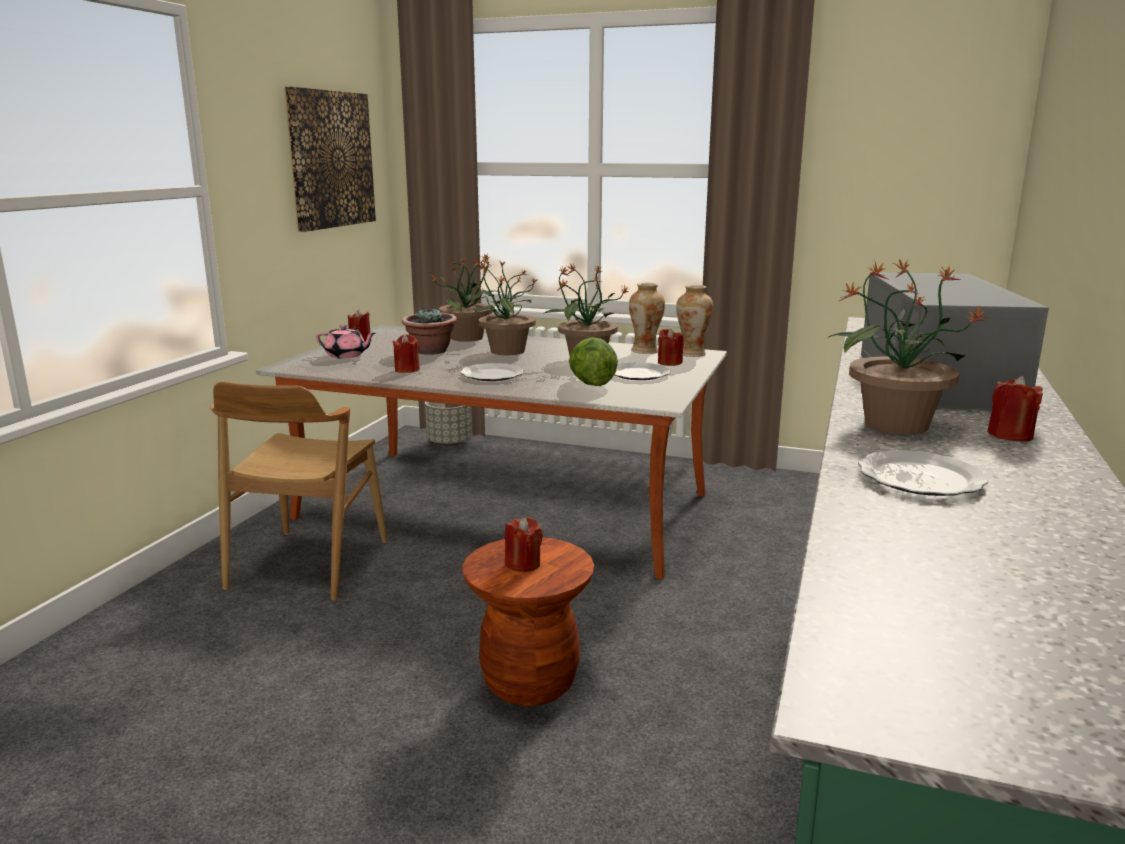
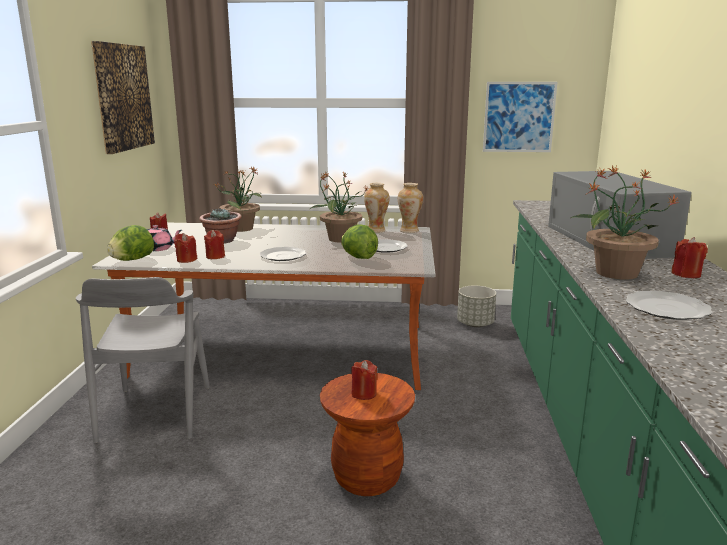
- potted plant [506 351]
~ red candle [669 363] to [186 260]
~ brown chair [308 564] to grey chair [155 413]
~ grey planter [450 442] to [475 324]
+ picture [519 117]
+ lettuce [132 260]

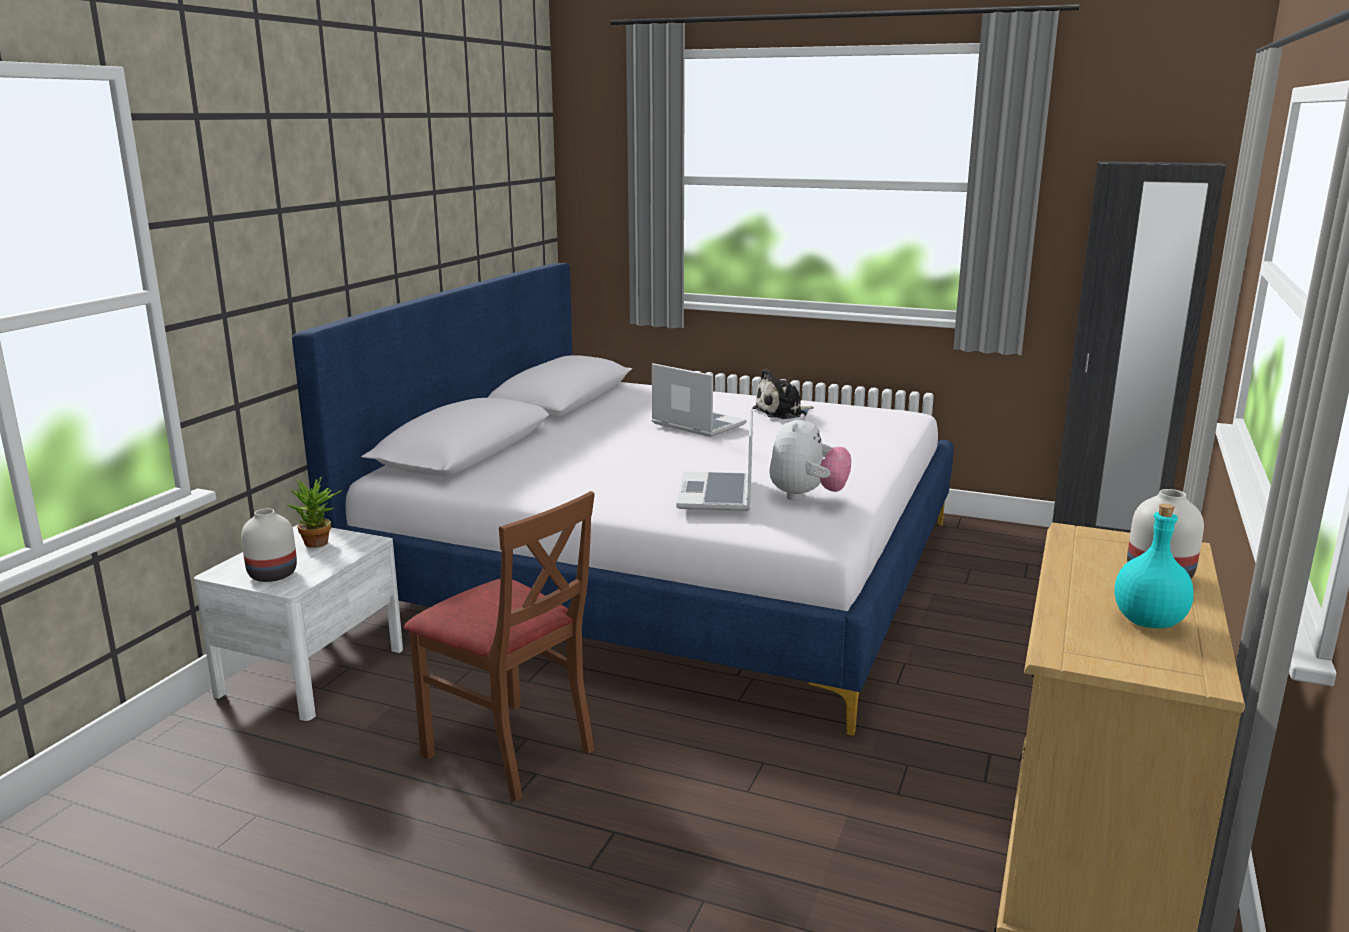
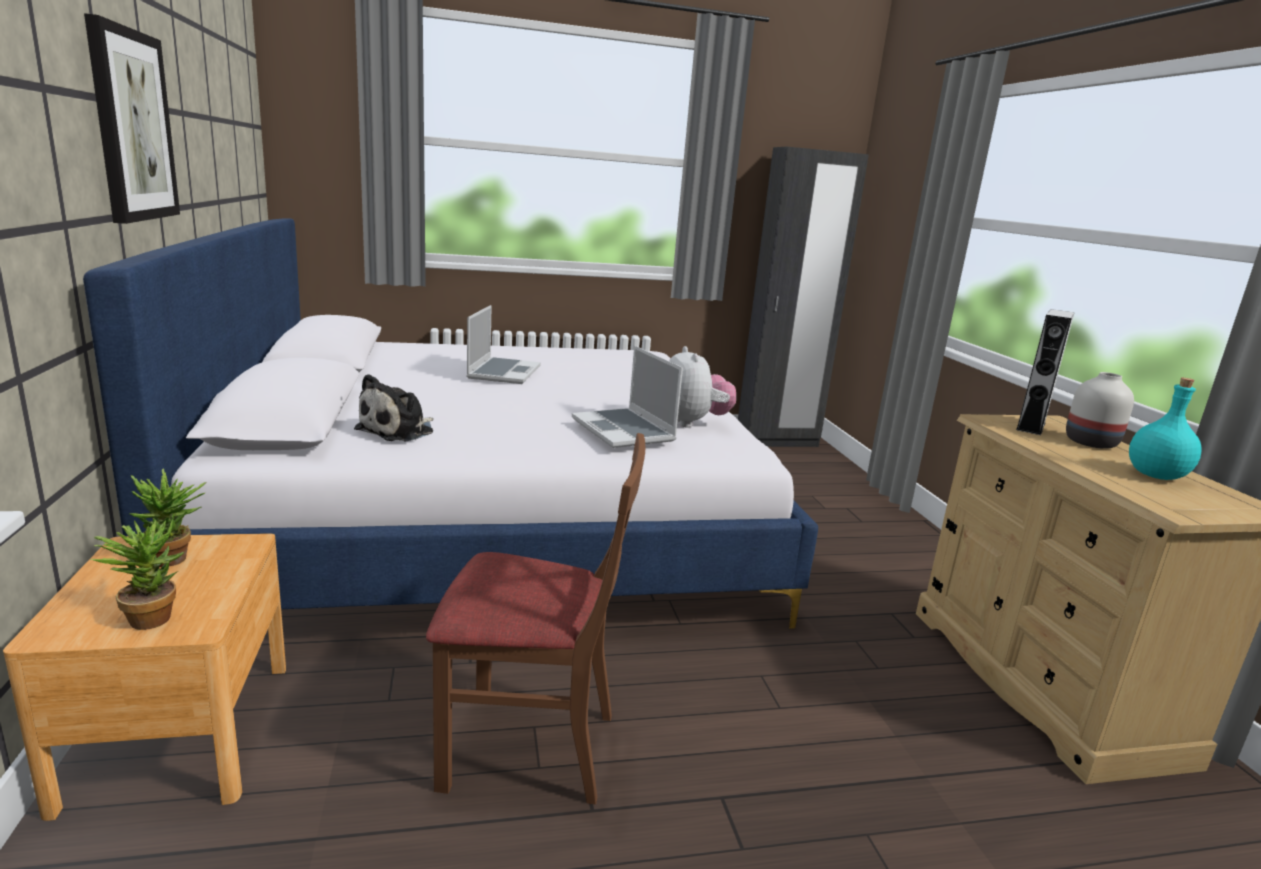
~ laptop [696 424] = [503 372] 90 degrees clockwise
~ plush toy [783 412] to [399 430]
~ white vase [274 575] to potted plant [150 616]
~ white nightstand [312 671] to brown nightstand [180 732]
+ picture [132 126]
+ grey speaker [1031 426]

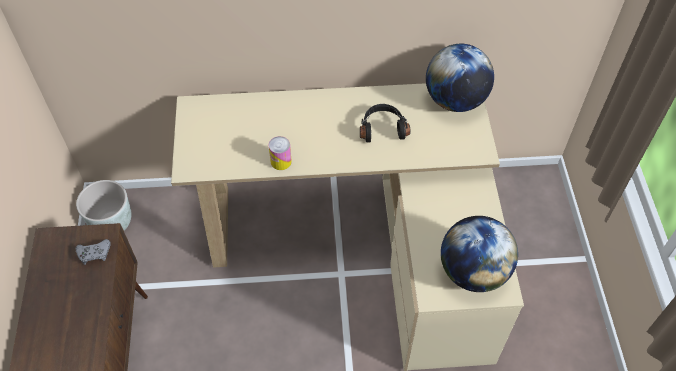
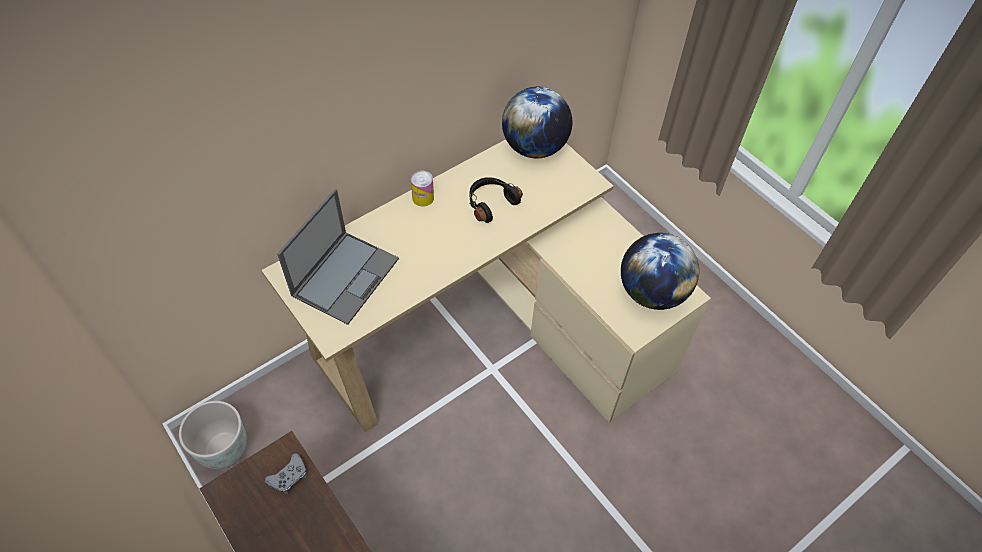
~ can [281 161] to [423 198]
+ laptop [346 276]

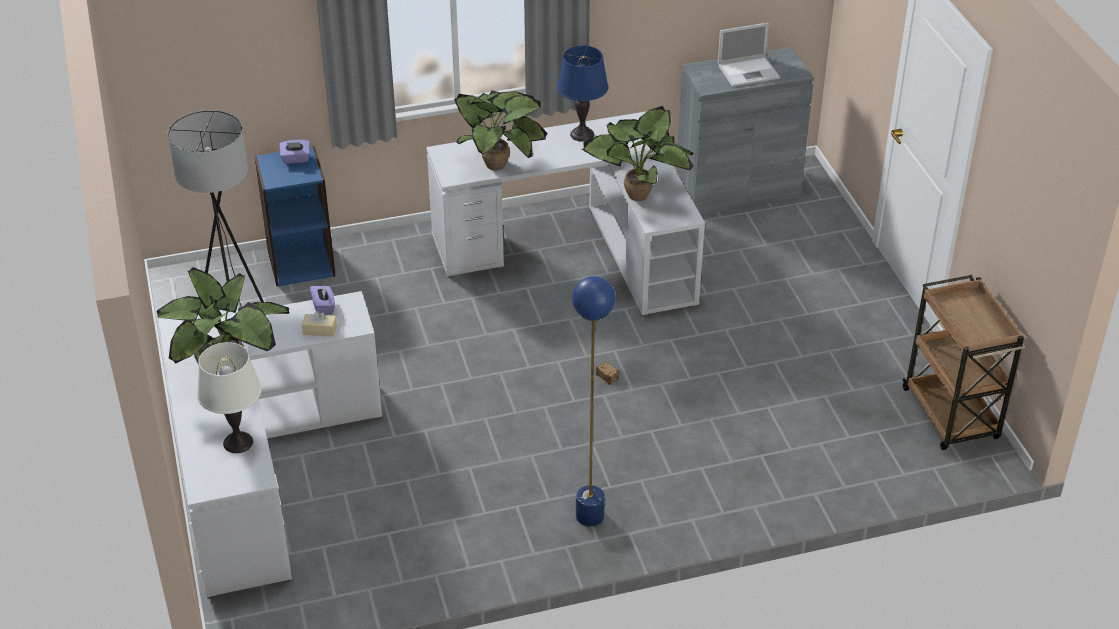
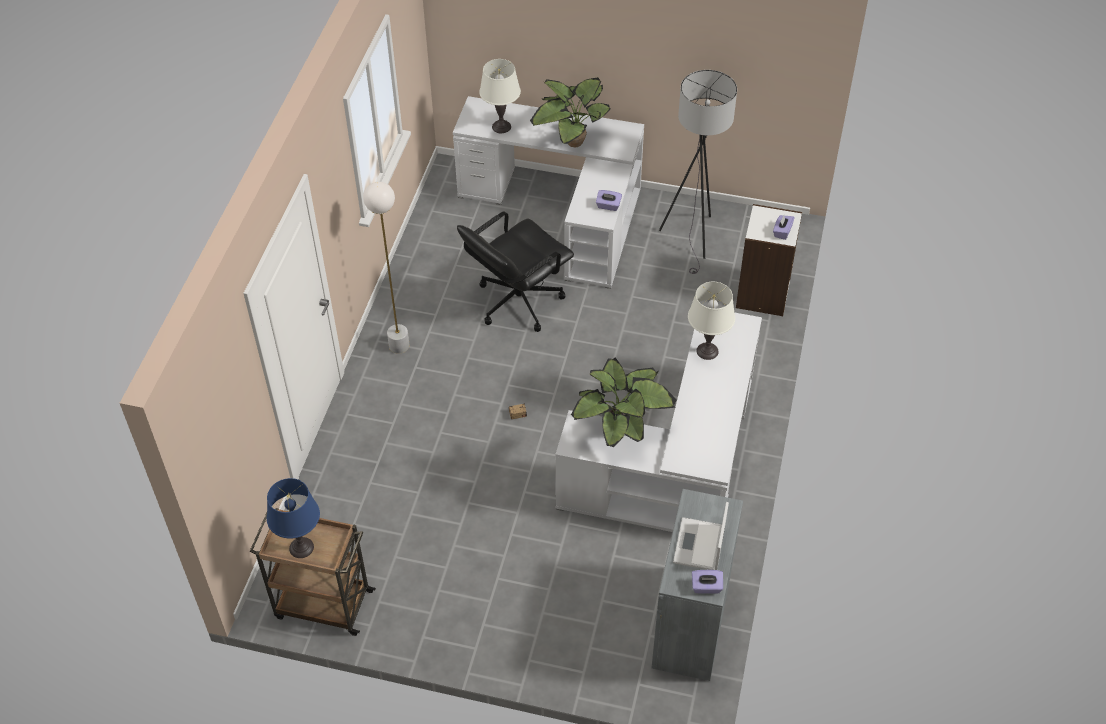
~ blue table lamp [582 134] to [301 547]
~ potted plant [500 165] to white table lamp [707 351]
~ blue bookcase [301 263] to white bookcase [763 294]
~ blue floor lamp [589 516] to white floor lamp [399 345]
- beige tissue box [320 330]
+ black office chair [517 301]
+ purple tissue box [706 587]

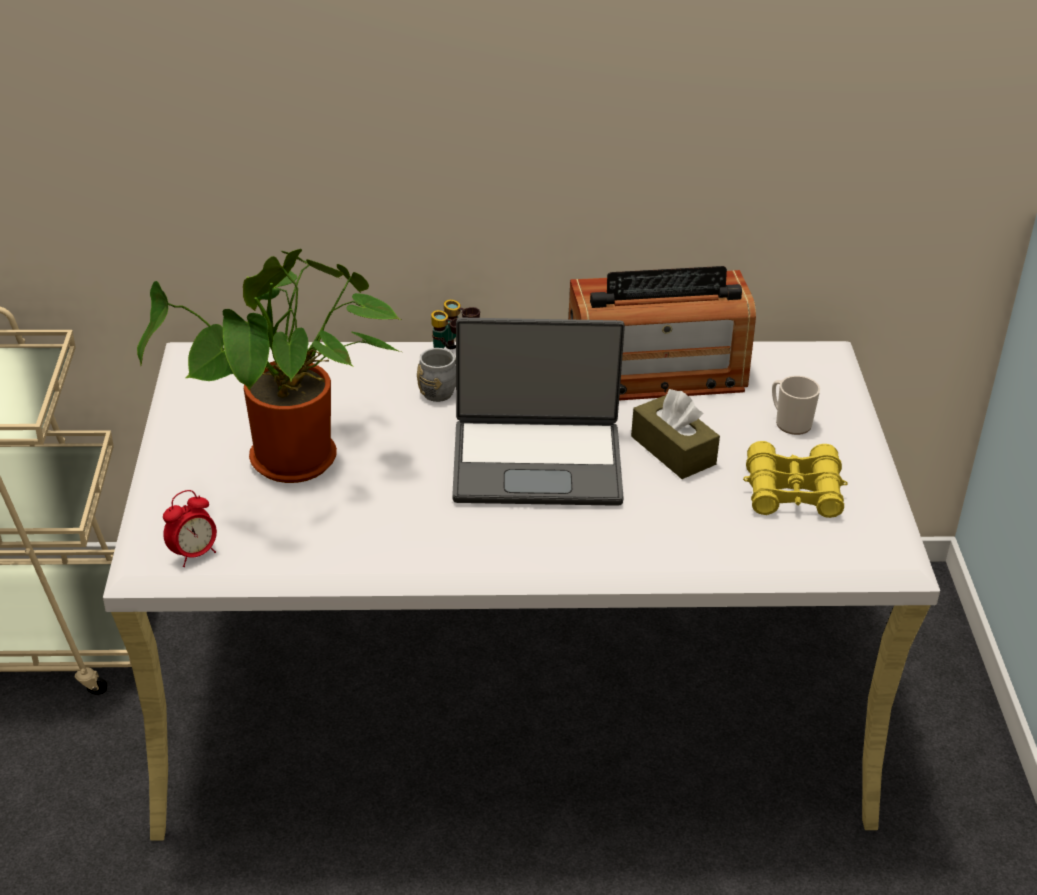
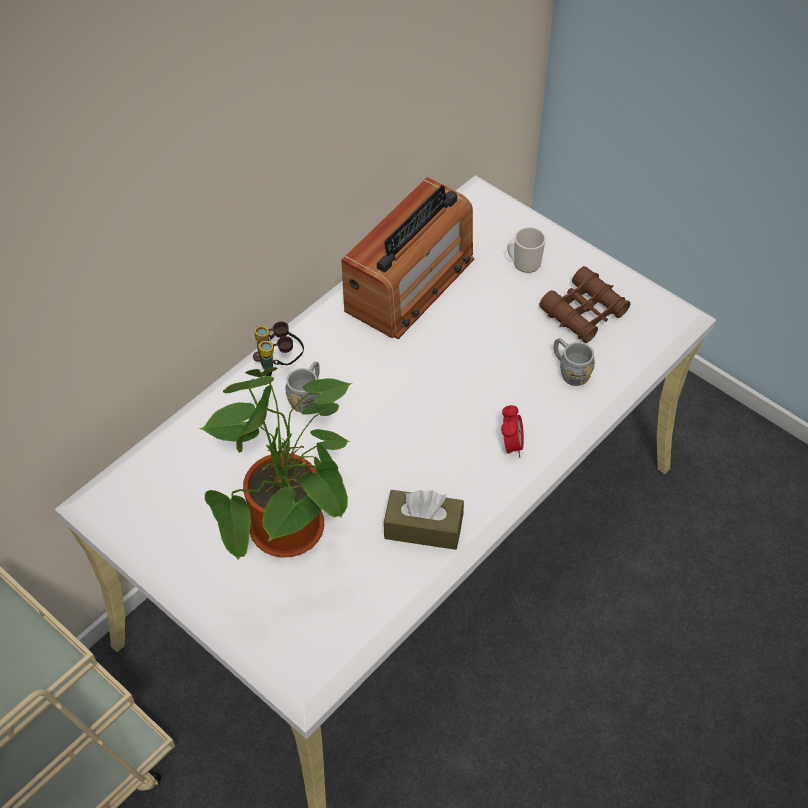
- laptop [537 462]
~ brown tissue box [673 450] to [423 528]
~ yellow binoculars [793 492] to brown binoculars [584 312]
~ alarm clock [194 554] to [511 446]
+ grey mug [569 371]

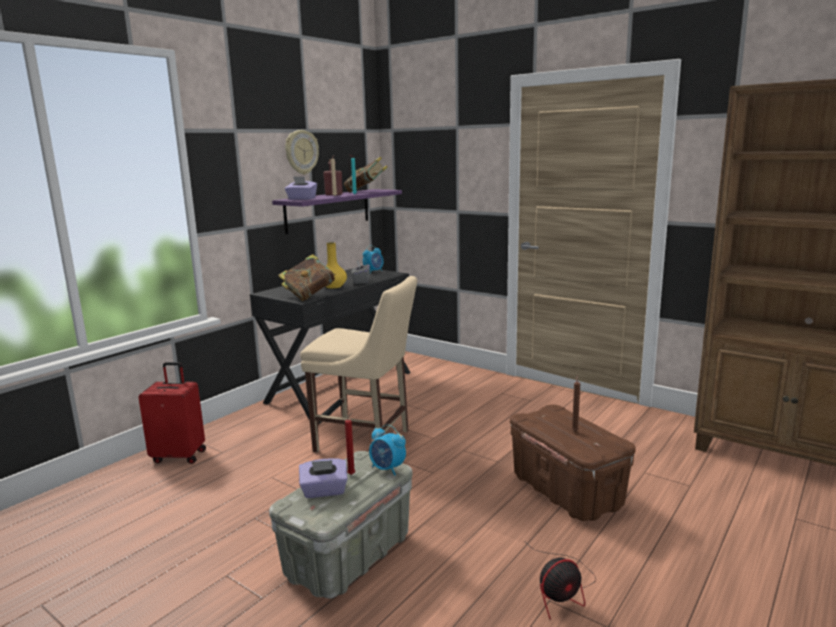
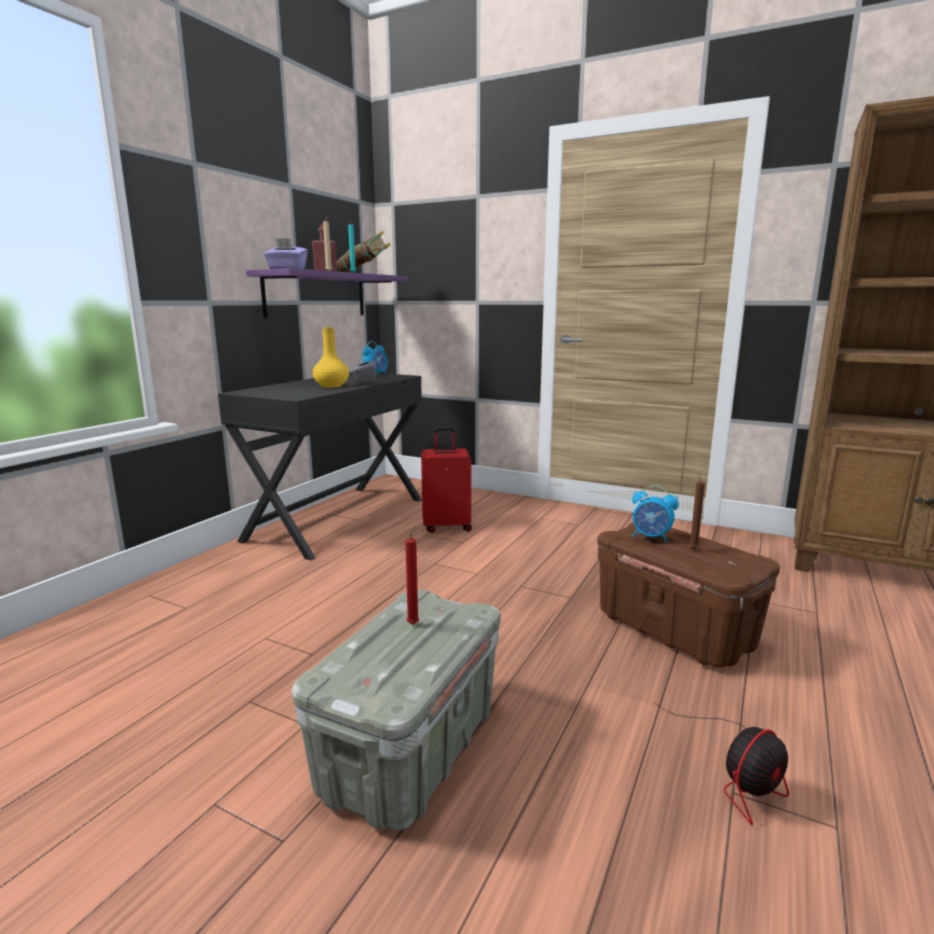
- wall clock [301 152]
- book [309 296]
- beige chair [366 441]
~ red suitcase [179 456] to [447 526]
~ alarm clock [387 469] to [651 537]
- purple tissue box [324 491]

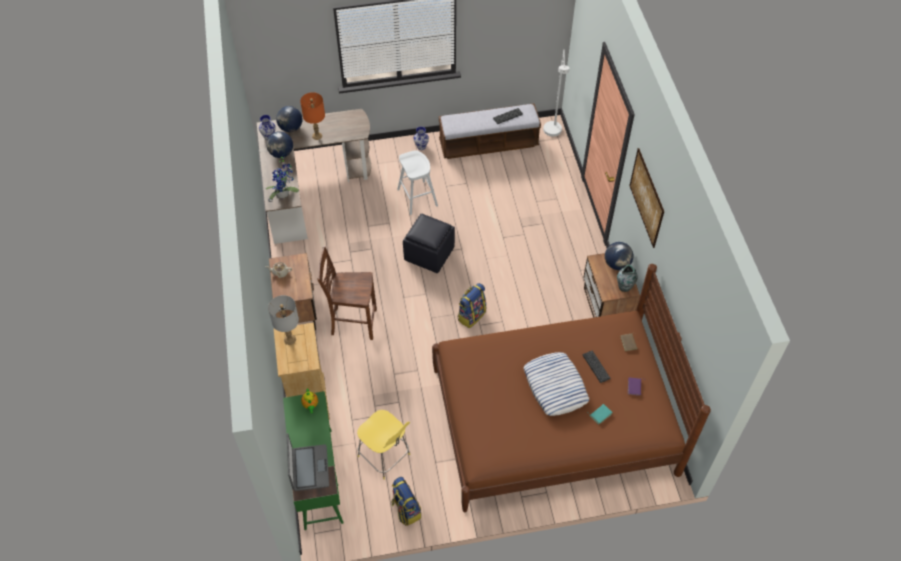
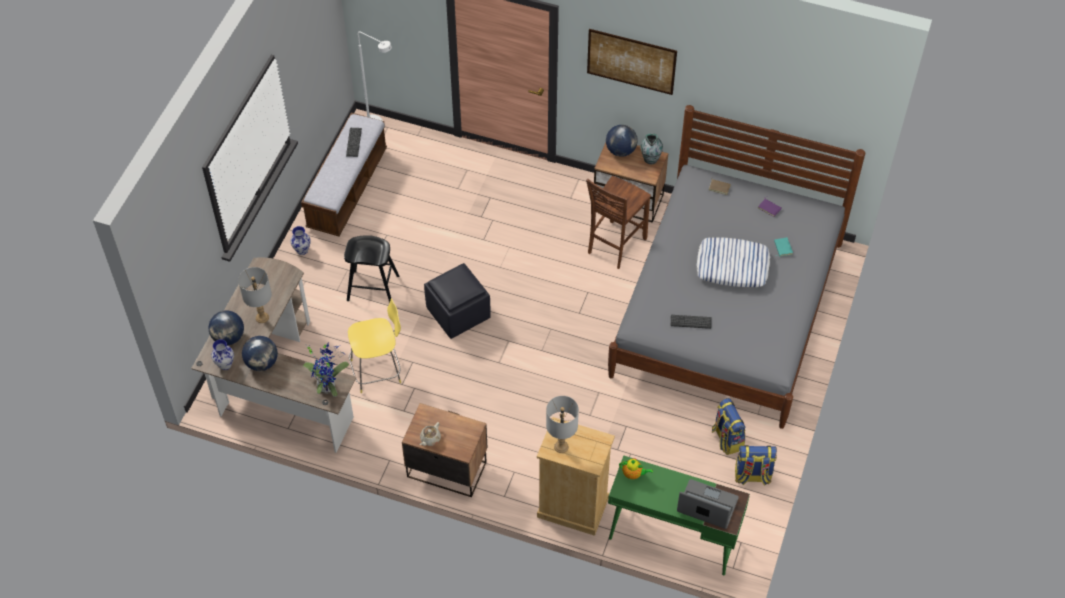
~ orange table lamp [317 136] to grey table lamp [262 317]
~ white stool [417 197] to black stool [373 288]
~ brown chair [352 322] to [615 246]
~ brown bed [553 420] to grey bed [727 308]
~ backpack [471 315] to [726 439]
~ keyboard [596 366] to [691 322]
~ yellow stool [385 456] to [378 371]

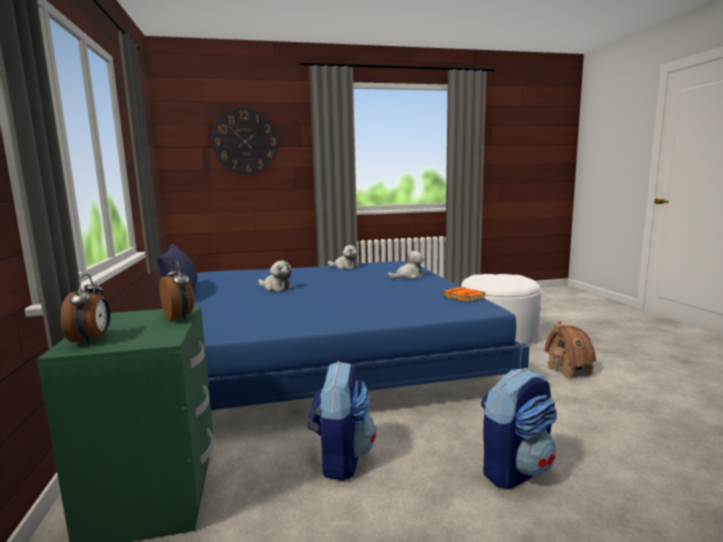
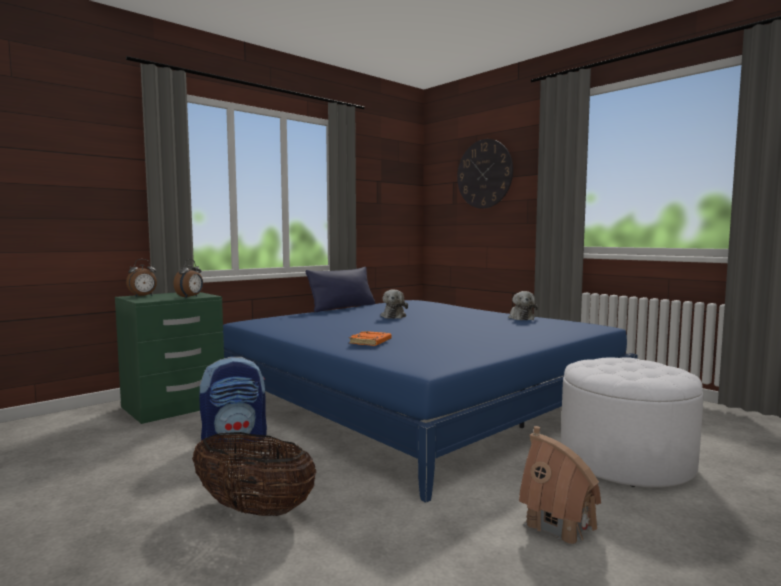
- plush toy [408 276]
~ orange book [464 297] to [370 342]
~ backpack [515 469] to basket [254 509]

